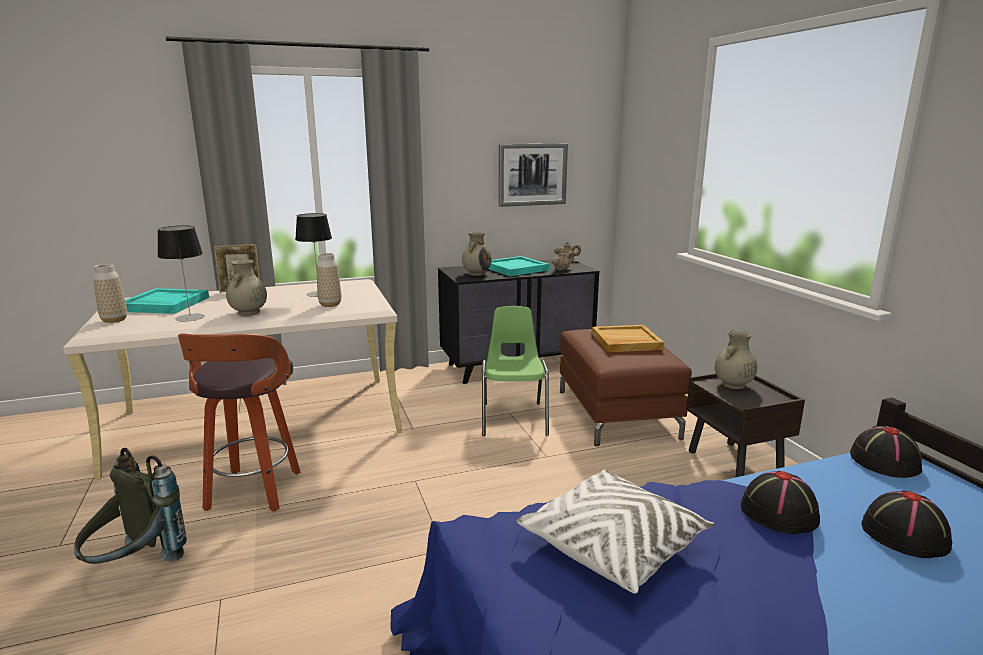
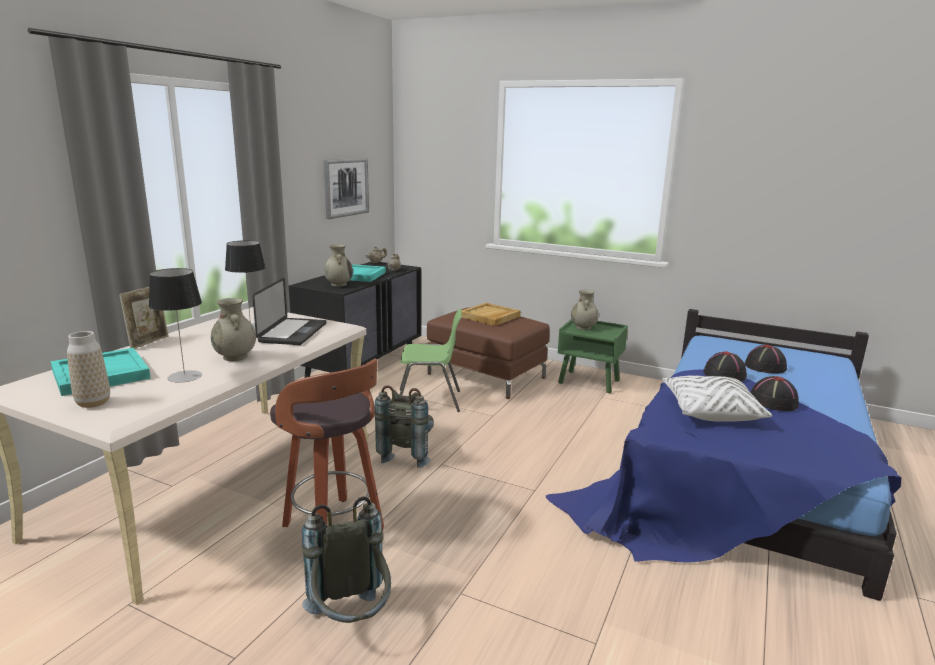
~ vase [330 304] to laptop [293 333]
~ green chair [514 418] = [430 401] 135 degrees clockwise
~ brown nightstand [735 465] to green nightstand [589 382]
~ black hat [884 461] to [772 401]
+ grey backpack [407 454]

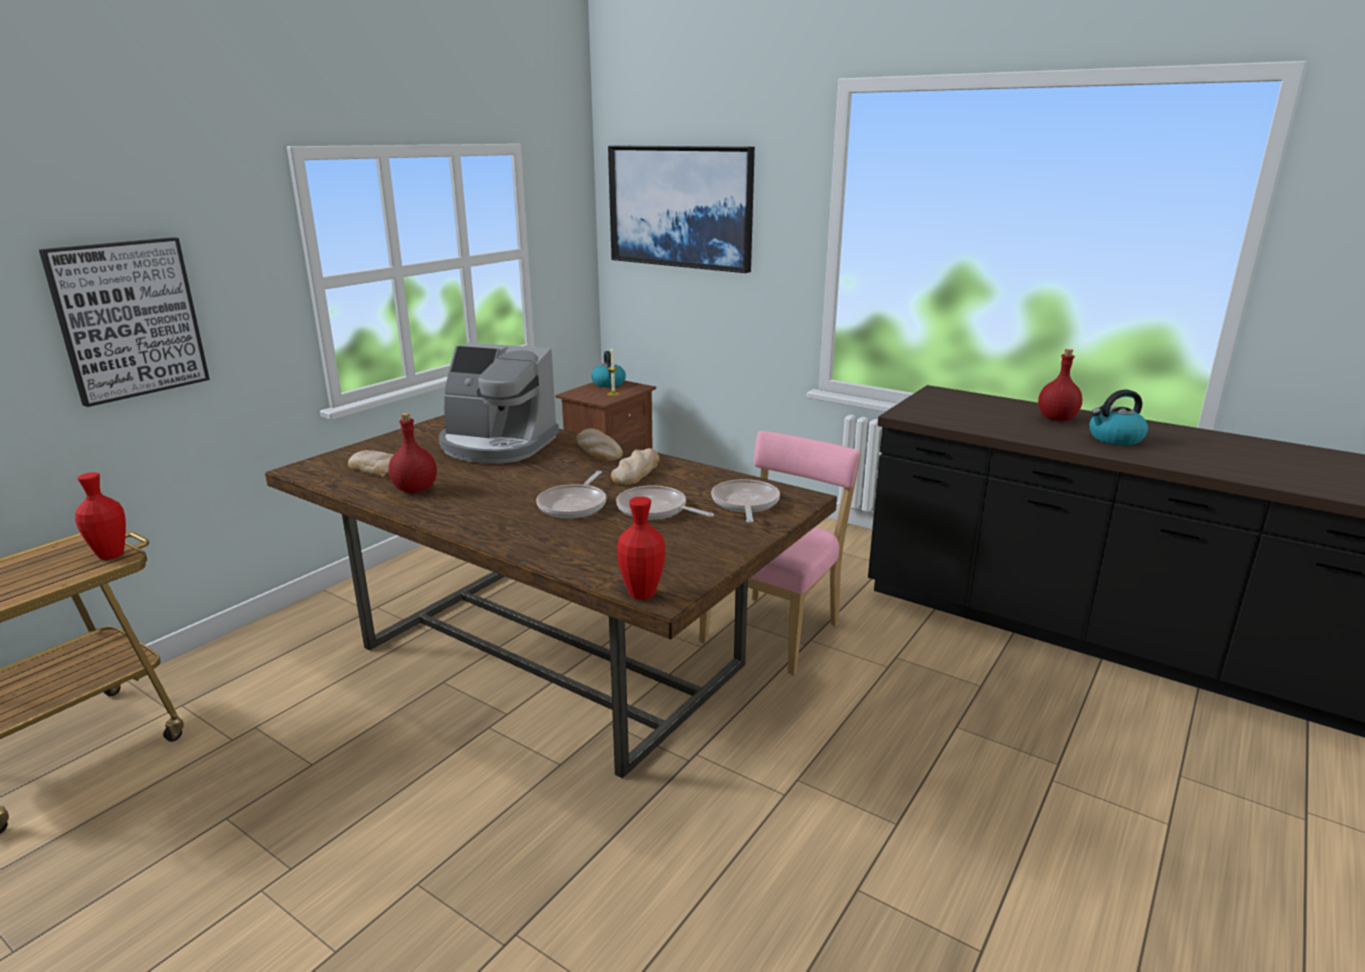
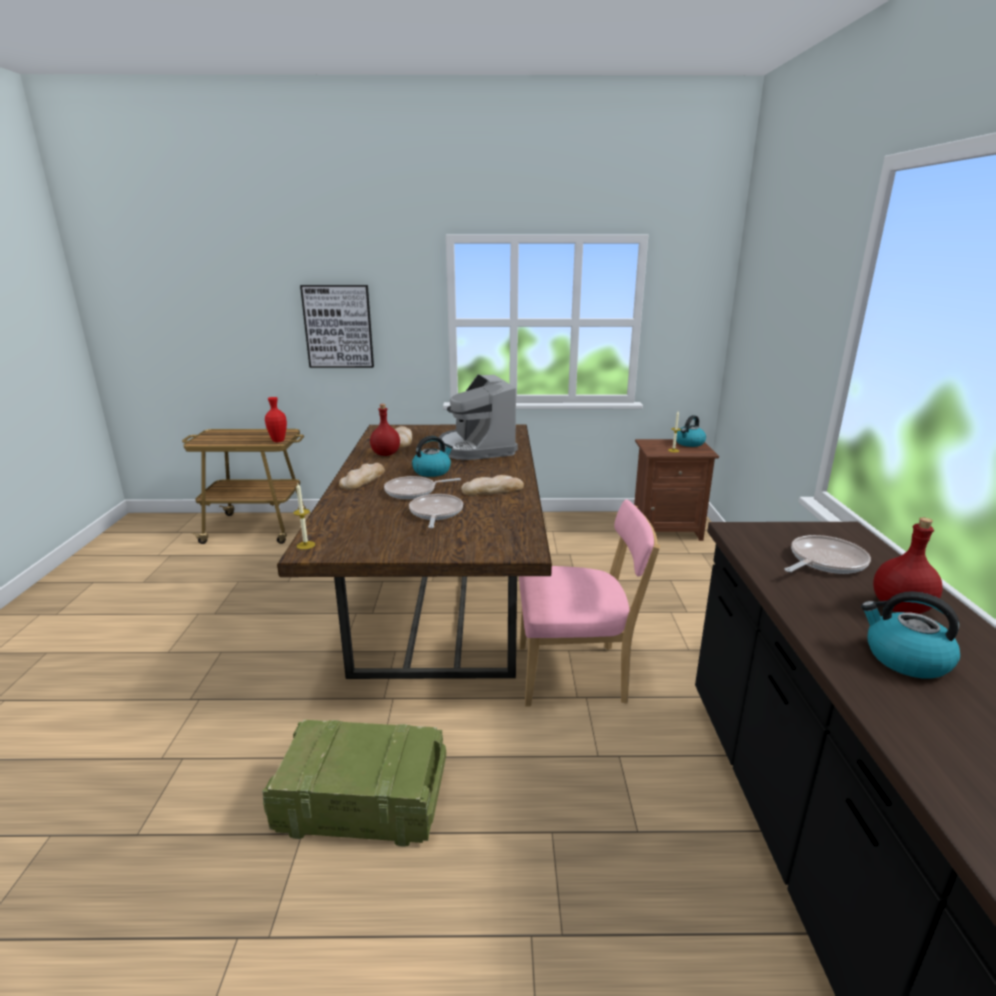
- picture [680 207]
~ bread [597 449] to [363 479]
~ frying pan [745 504] to [824 561]
~ red vase [642 594] to candle [306 545]
+ kettle [432 471]
+ crate [359 802]

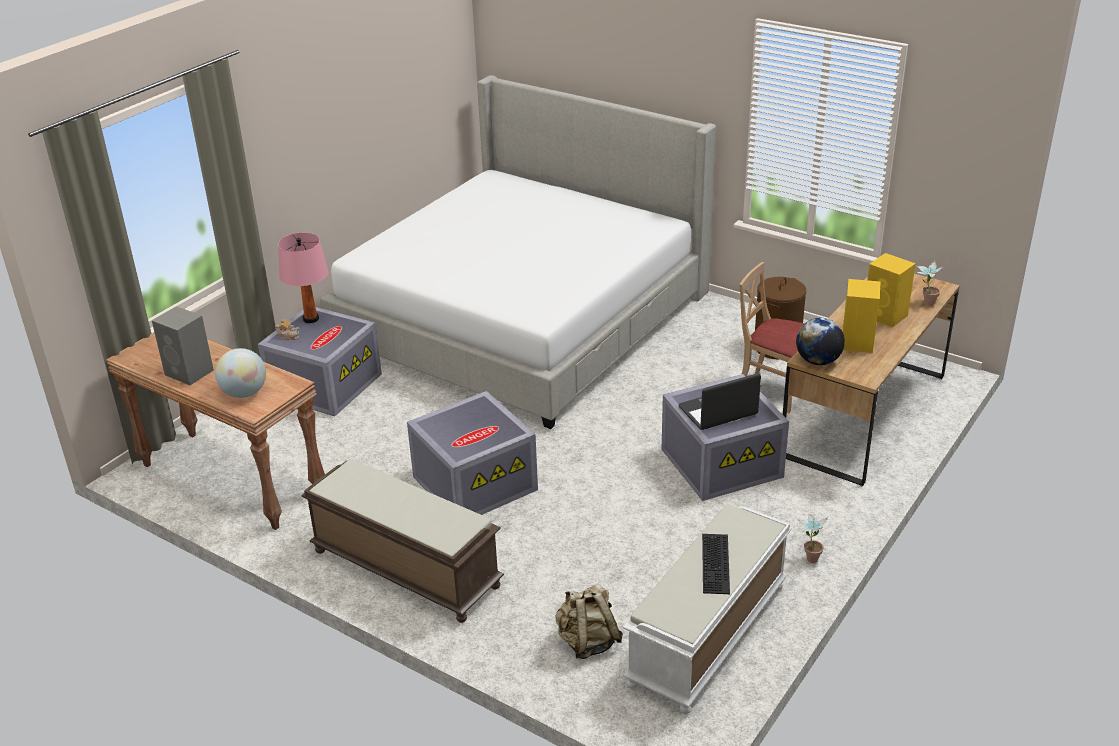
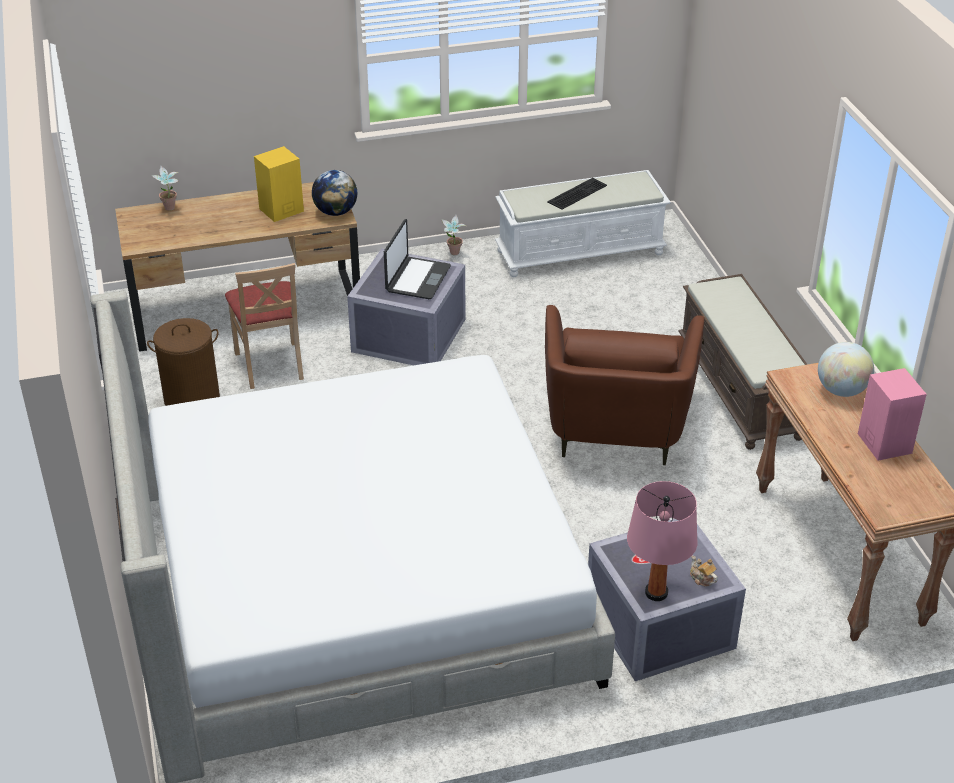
- yellow speaker [886 316]
~ grey speaker [190 373] to pink speaker [884 442]
~ laptop [718 412] = [417 279] 90 degrees counterclockwise
~ grey storage box [475 482] to brown armchair [616 426]
- beige backpack [588 642]

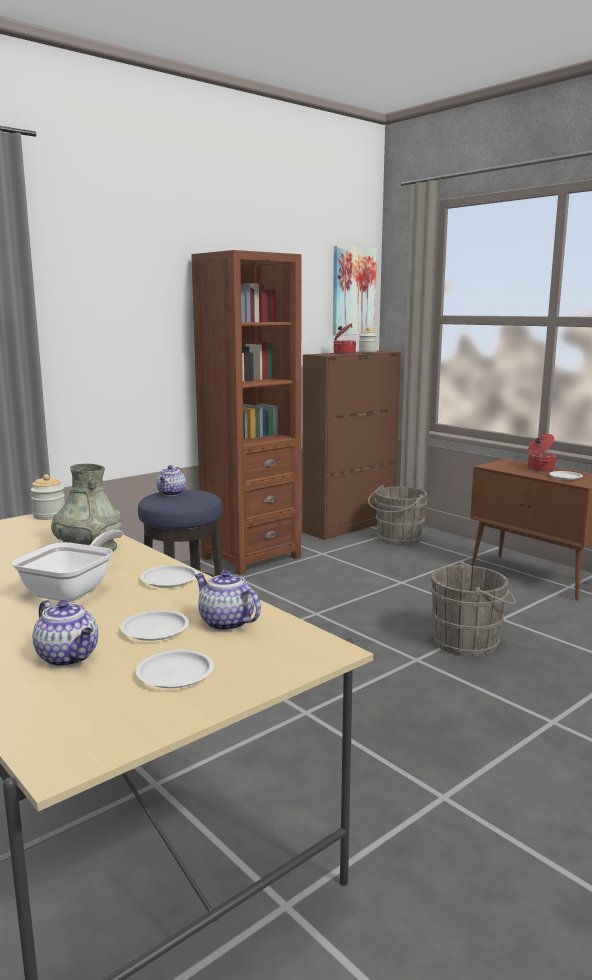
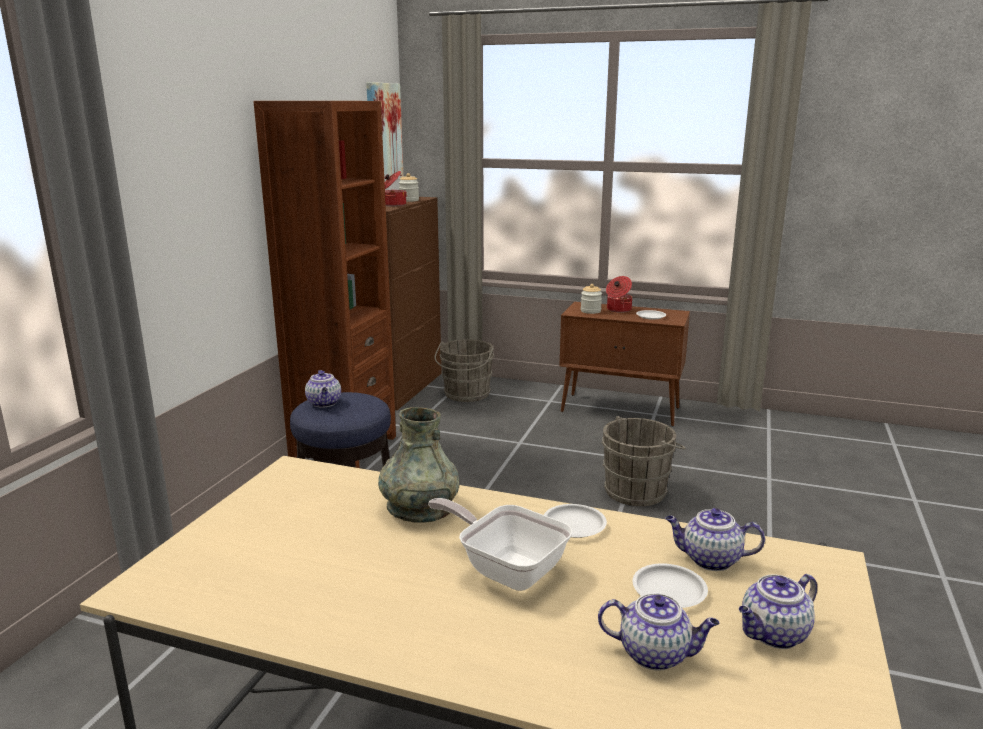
~ jar [49 516] to [590 311]
~ frying pan [74 590] = [506 568] 45 degrees counterclockwise
~ white plate [174 674] to teapot [773 635]

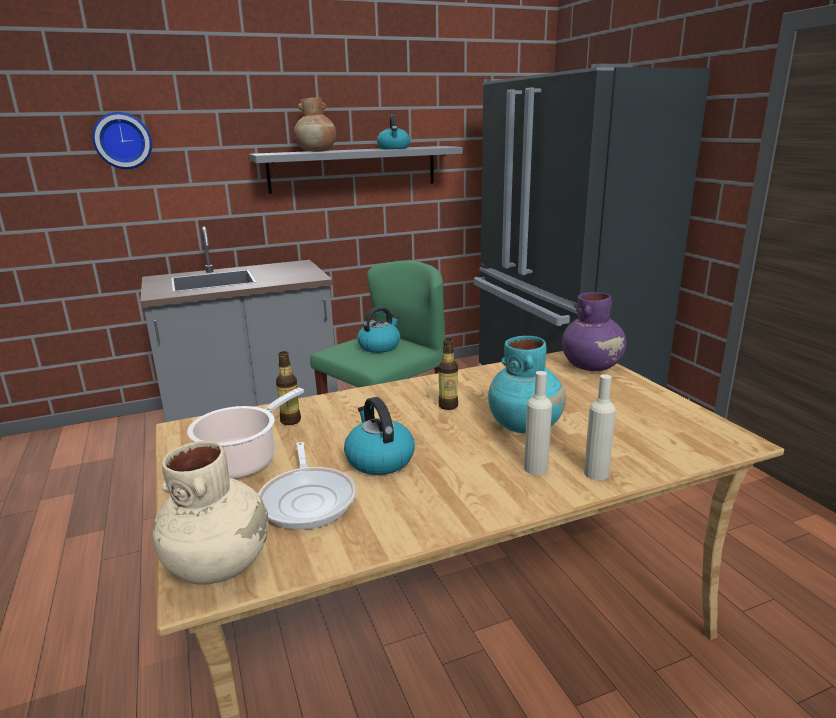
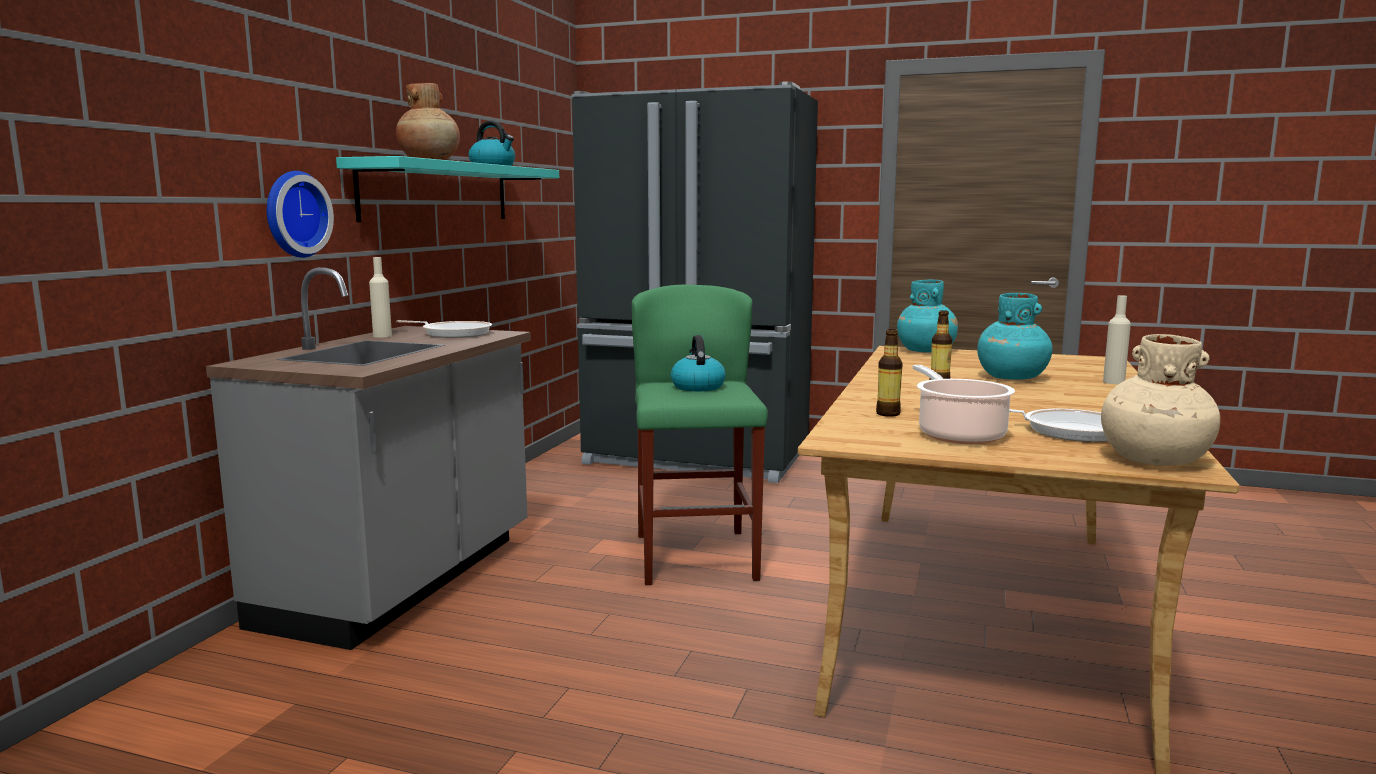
~ wall clock [123 140] to [293 214]
~ grey shelf [353 169] to turquoise shelf [438 192]
~ purple vase [592 366] to turquoise vase [926 351]
~ beige bottle [535 468] to [382 336]
- kettle [379 459]
+ frying pan [453 333]

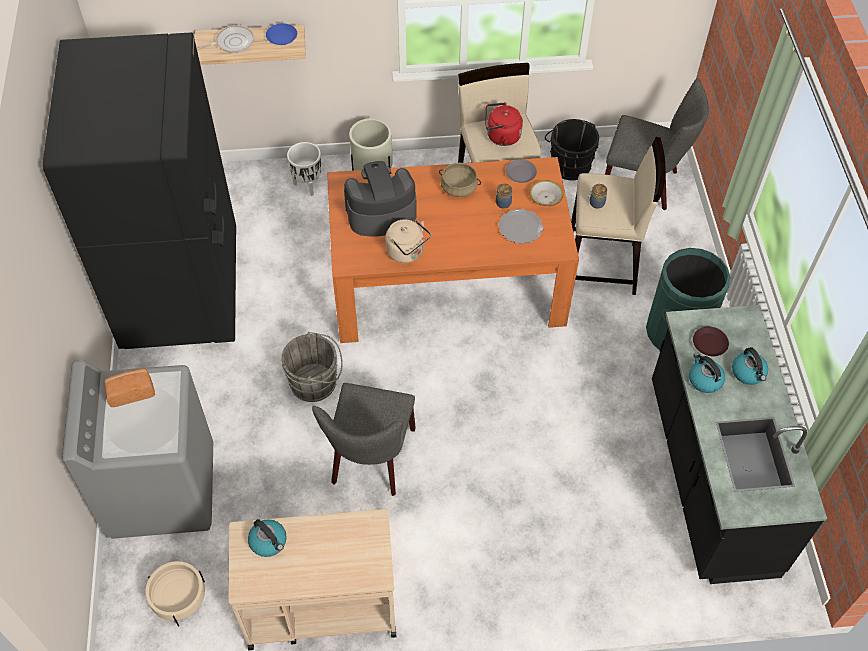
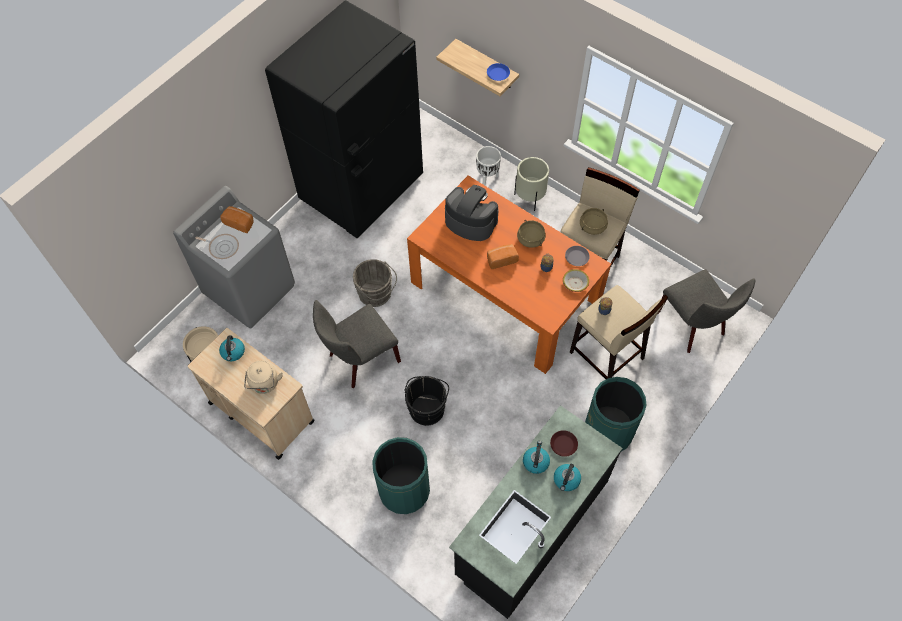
~ frying pan [232 42] to [222 247]
~ red kettle [501 136] to beige cooking pot [592 226]
~ black bucket [568 164] to [427 407]
- plate [520 228]
~ beige kettle [407 252] to [264 384]
+ bread [501 259]
+ green trash can [404 490]

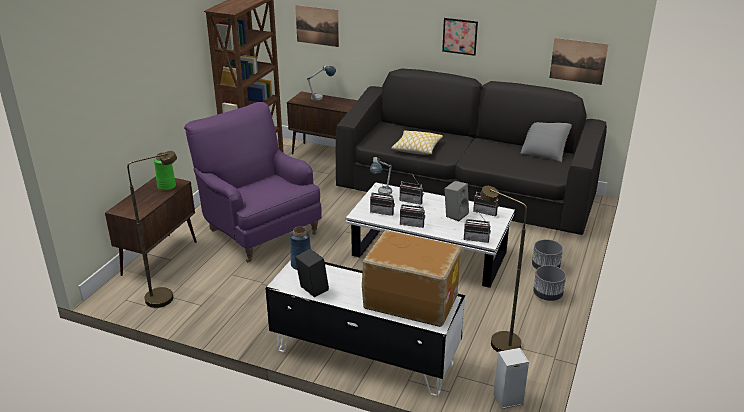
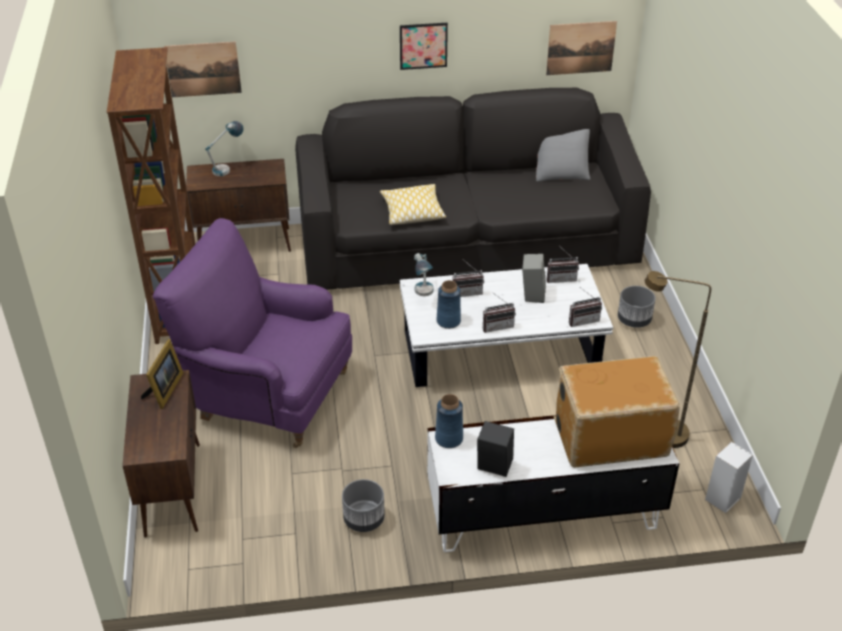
- brown floor lamp [166 296]
~ green vase [166 186] to picture frame [164 390]
~ radio [383 212] to blue vase [448 321]
~ grey planter [547 295] to [363 519]

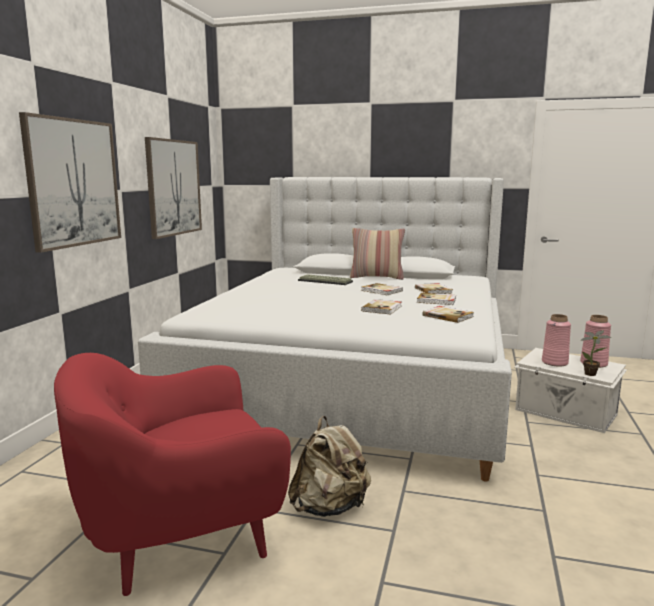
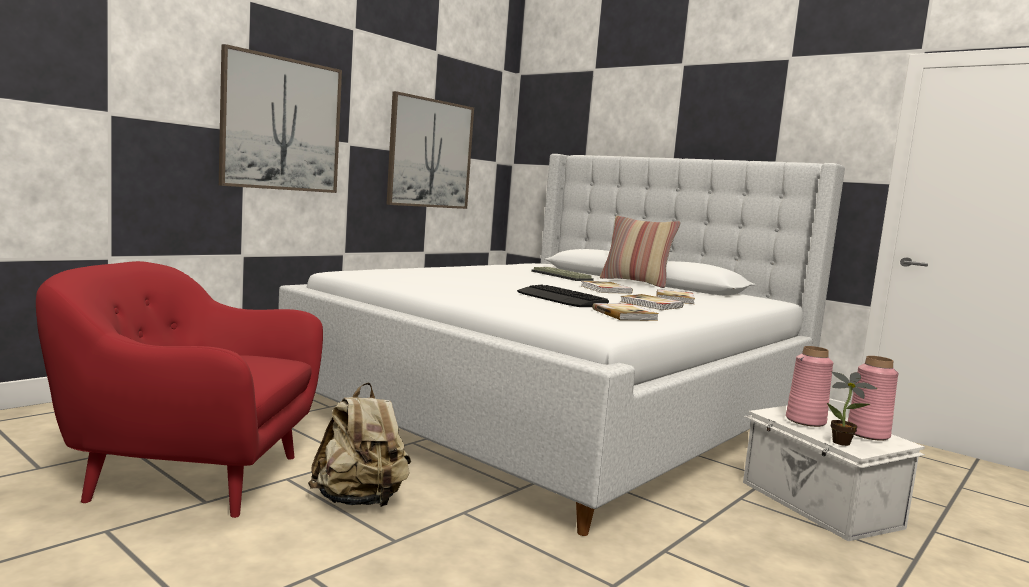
~ book [382 308] to keyboard [561 298]

